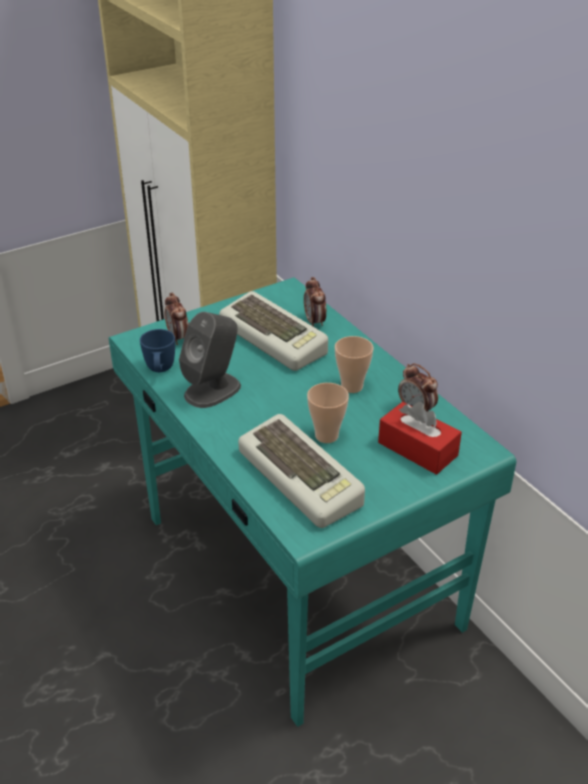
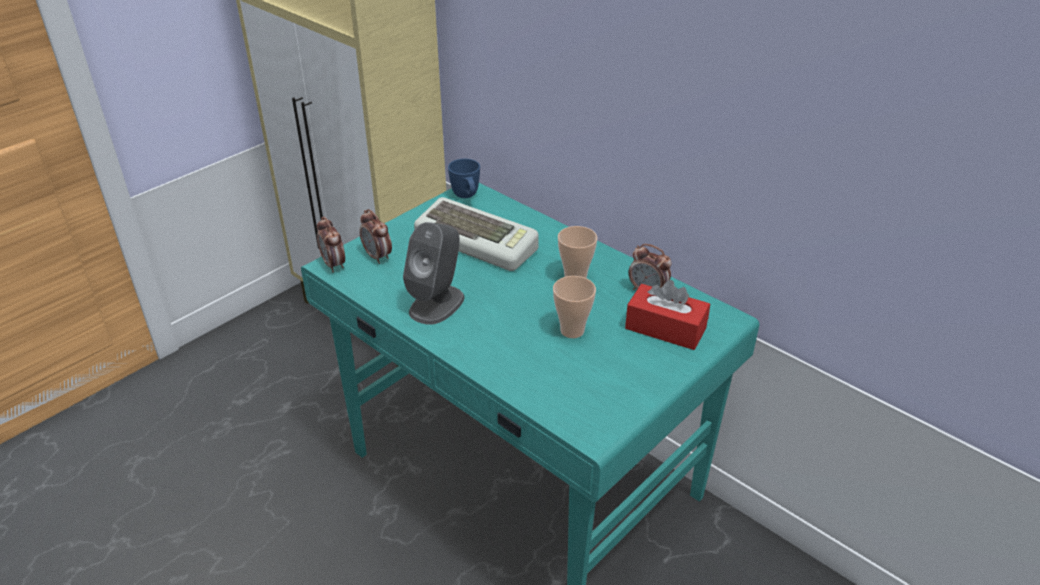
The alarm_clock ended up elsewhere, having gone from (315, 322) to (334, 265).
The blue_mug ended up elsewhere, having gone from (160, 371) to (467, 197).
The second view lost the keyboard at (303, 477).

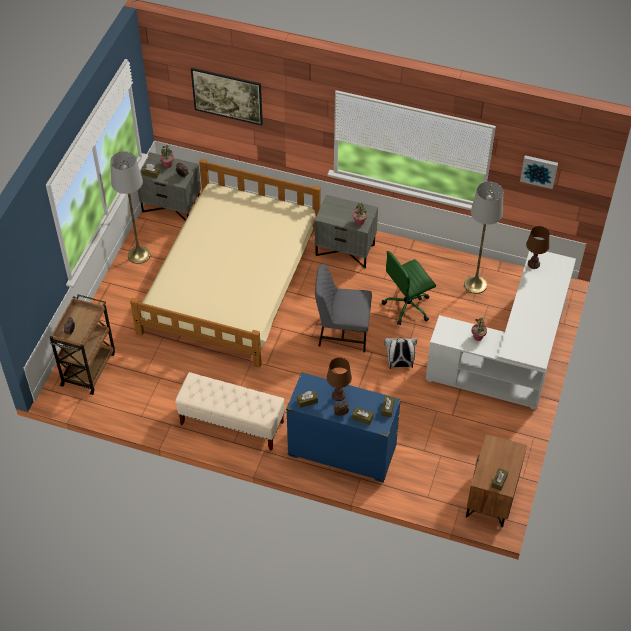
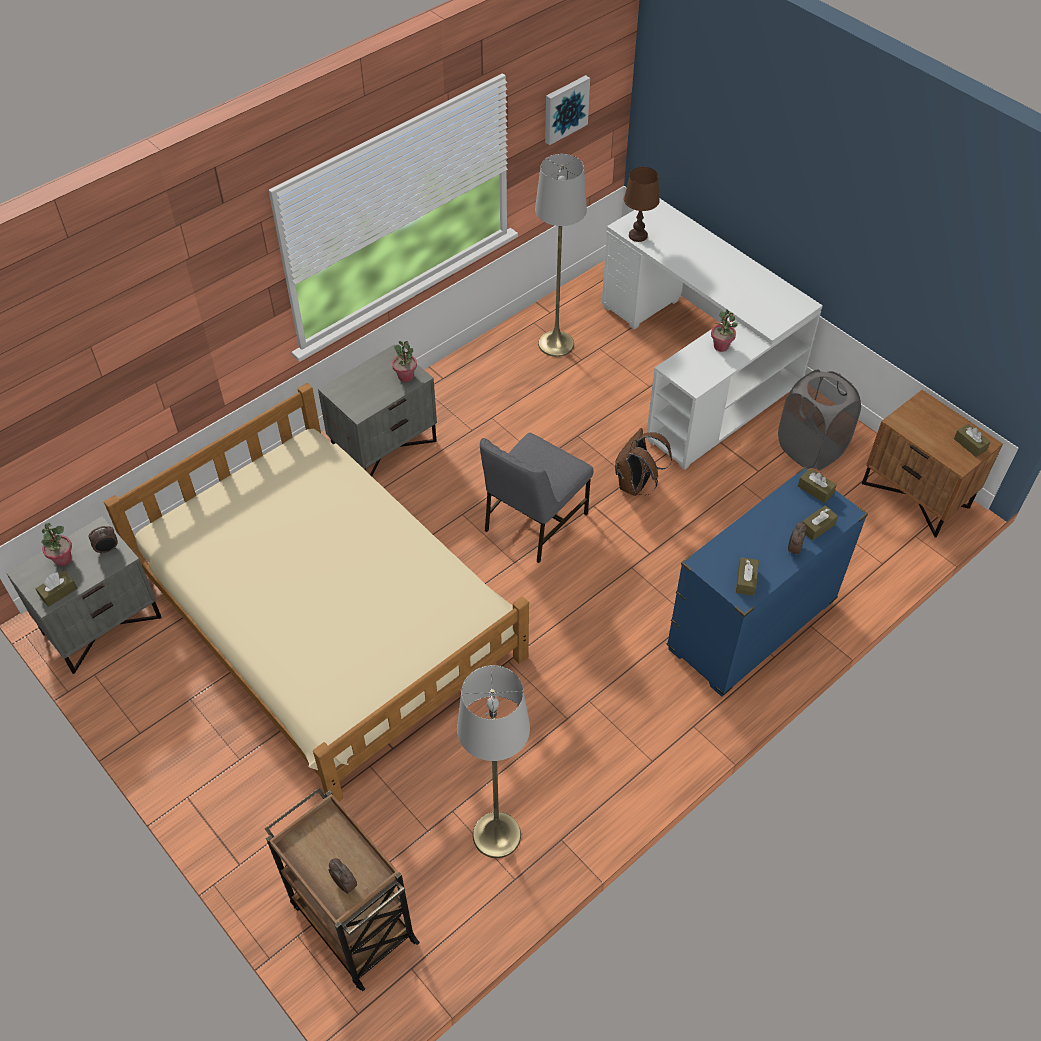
The grey_floor_lamp ended up elsewhere, having gone from (139, 255) to (496, 835).
What was the white_backpack at (399, 364) turned into the brown_backpack at (636, 485).
The second view gained the grey_laundry_basket at (810, 449).
The second view lost the beige_bench at (231, 423).
The second view lost the picture at (228, 106).
The second view lost the brown_table_lamp at (338, 395).
The second view lost the green_office_chair at (408, 306).

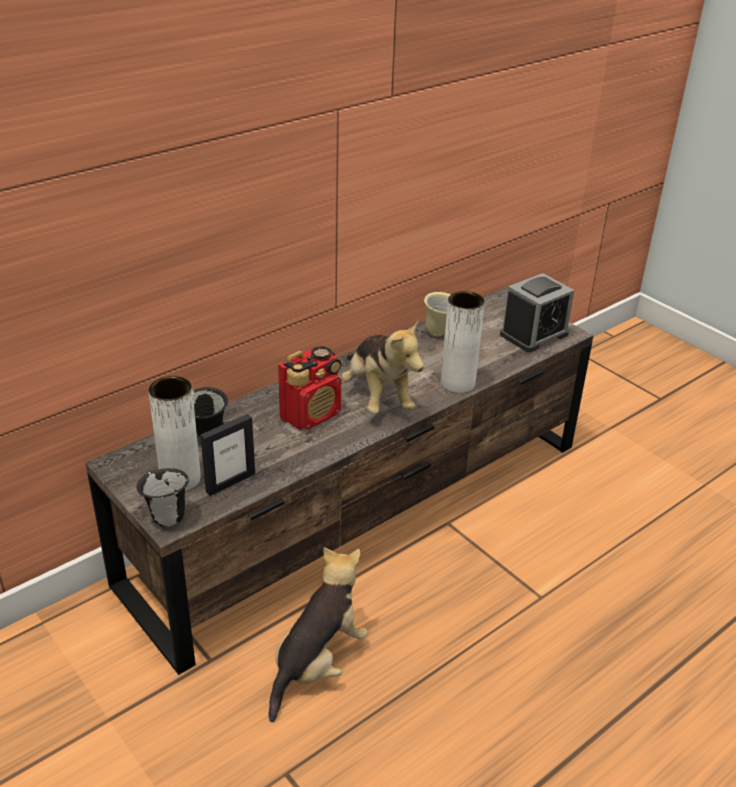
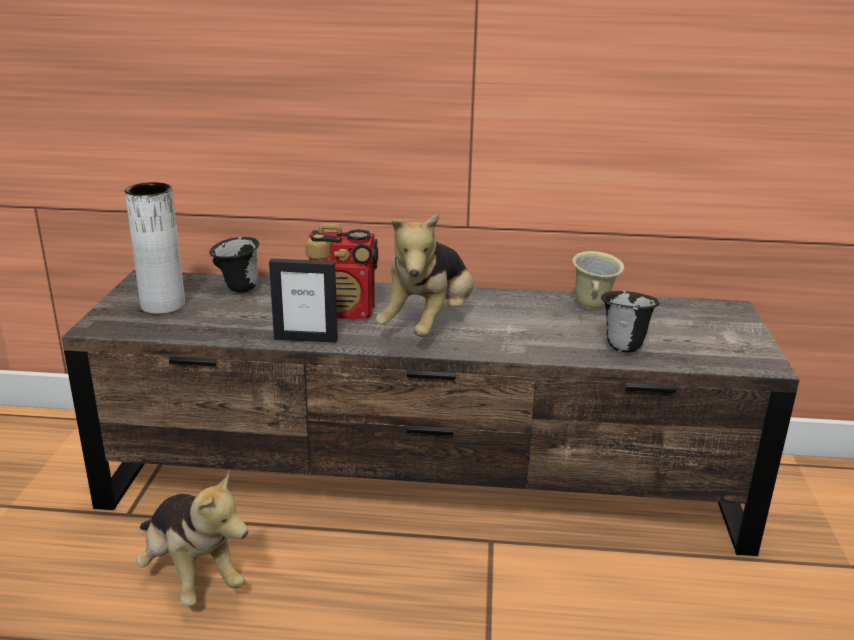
The plush_toy at (317, 663) ended up facing another way, 60 degrees clockwise from before.
The picture_frame ended up elsewhere, having gone from (230, 482) to (306, 338).
The black_mug ended up elsewhere, having gone from (167, 518) to (623, 346).
The second view lost the white_vase at (457, 384).
The second view lost the alarm_clock at (534, 334).

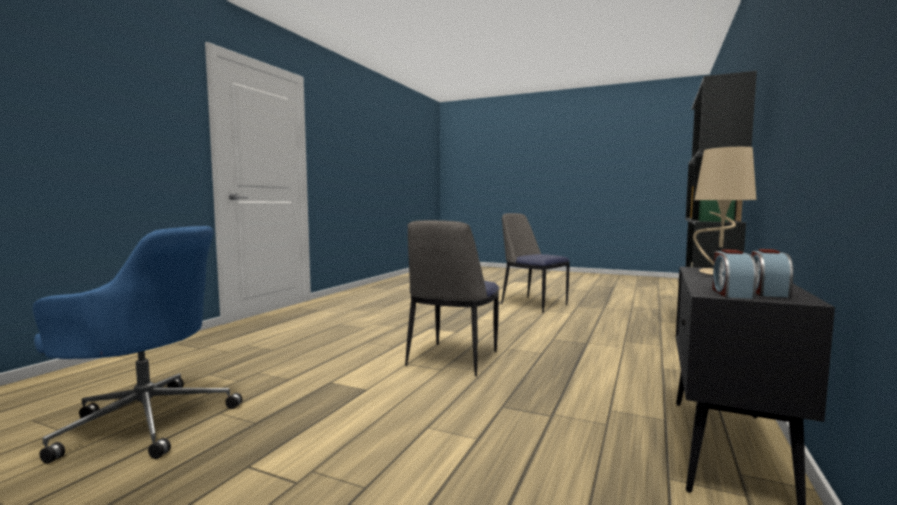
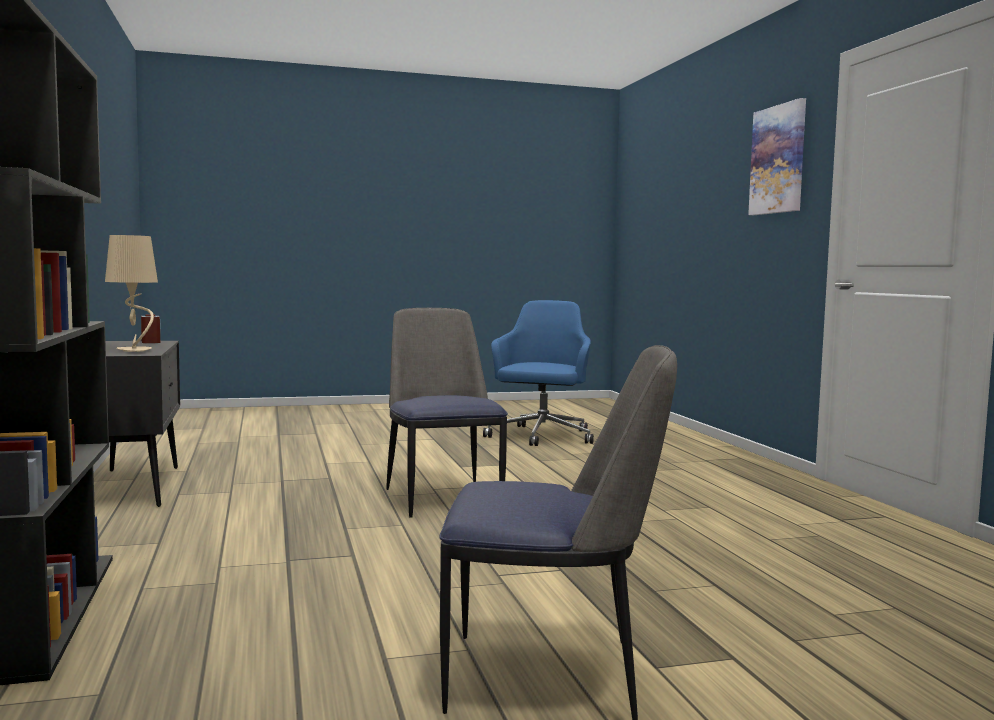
The blue_office_chair at (146, 421) ended up facing another way, 135 degrees clockwise from before.
The second view gained the picture at (778, 159).
The second view lost the alarm_clock at (767, 292).

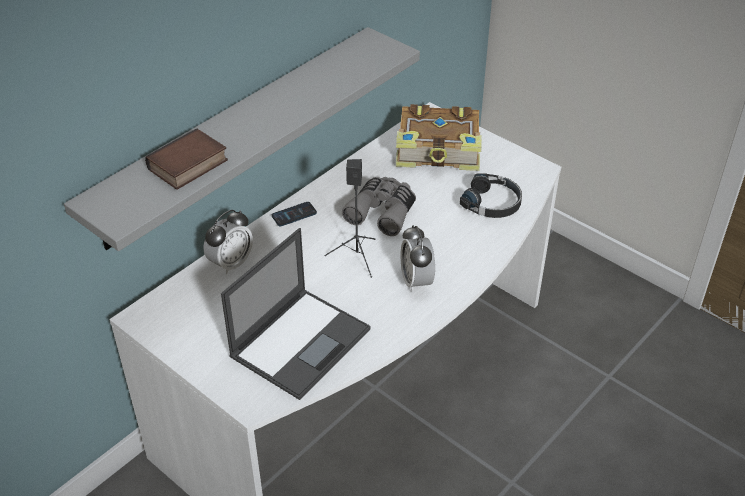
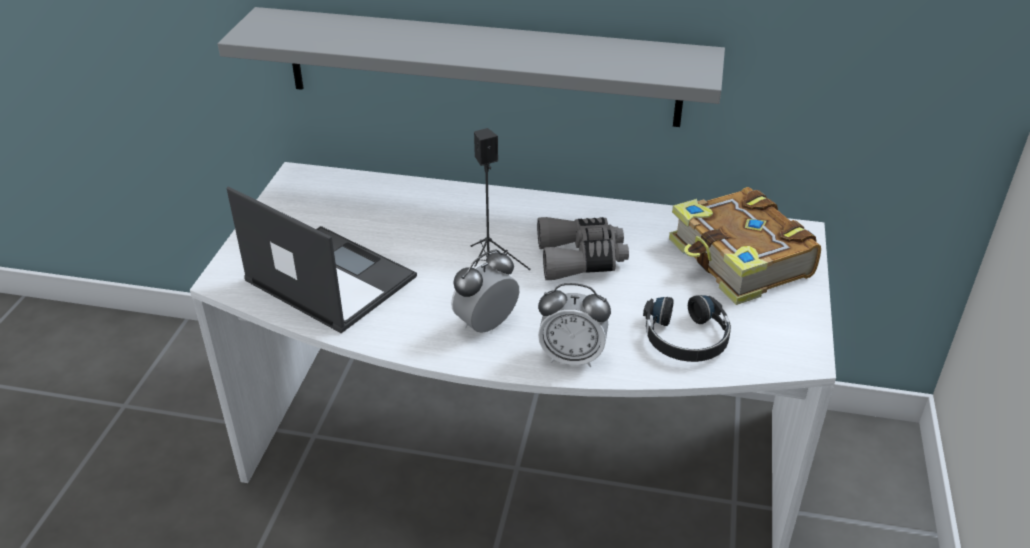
The laptop at (301, 342) ended up facing another way, 150 degrees counterclockwise from before.
The alarm_clock ended up elsewhere, having gone from (231, 263) to (572, 357).
The second view lost the book at (188, 166).
The second view lost the phone at (294, 214).

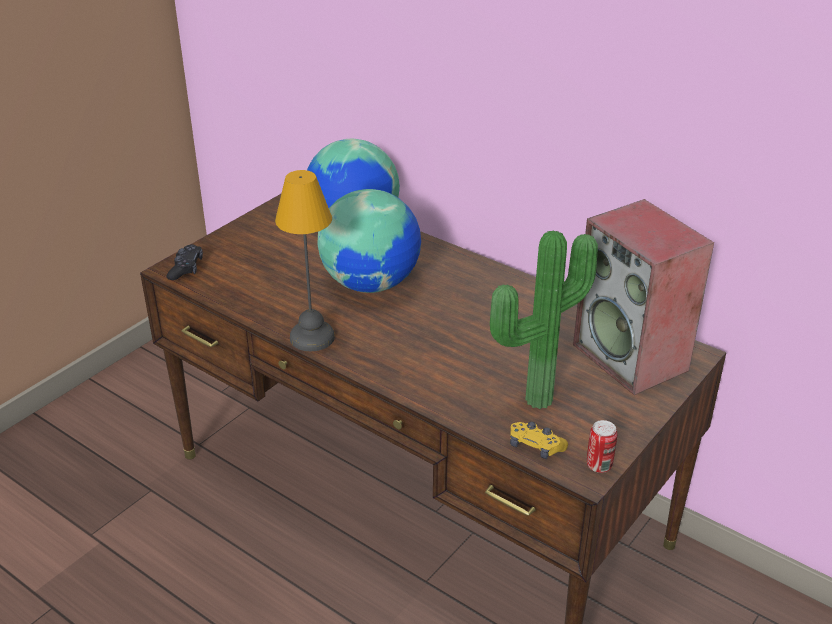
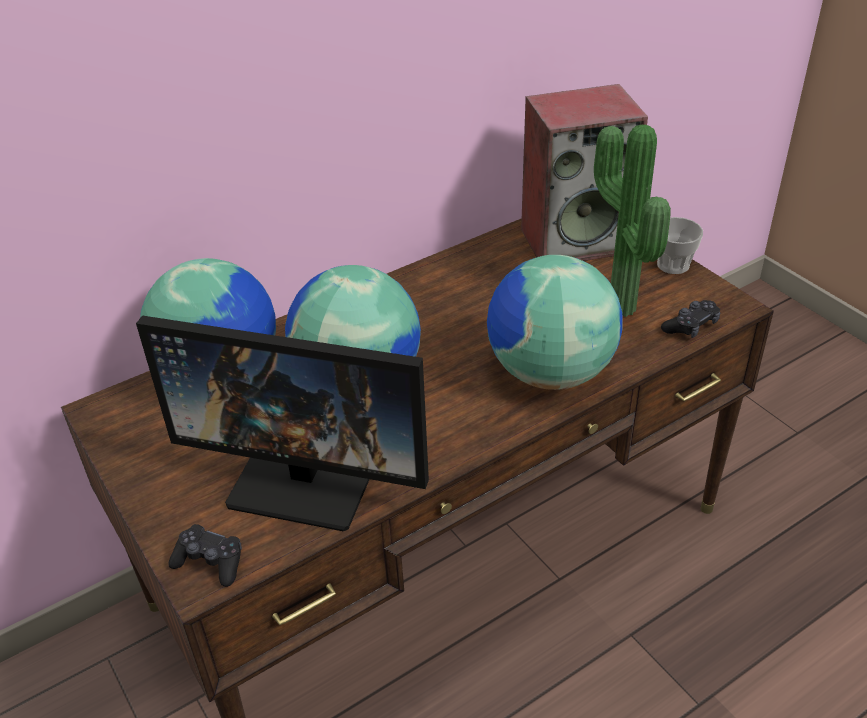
The second view gained the monitor at (306, 478).
The second view gained the globe at (549, 372).
The second view gained the cup at (673, 265).
What was the yellow_game_controller at (535, 446) turned into the black_game_controller at (691, 326).
The second view lost the table_lamp at (312, 336).
The second view lost the can at (599, 465).

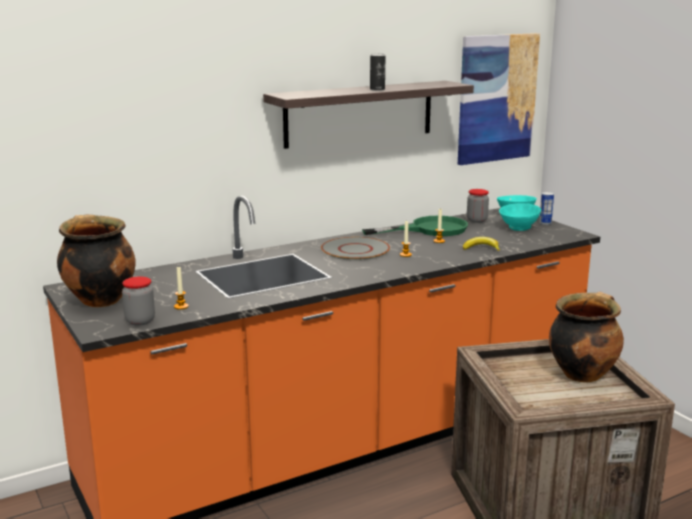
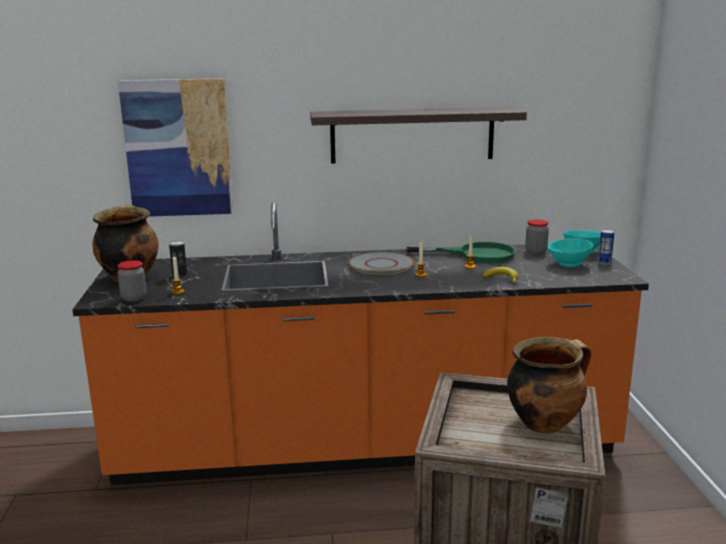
The picture ended up elsewhere, having gone from (497, 98) to (178, 148).
The can ended up elsewhere, having gone from (377, 89) to (179, 275).

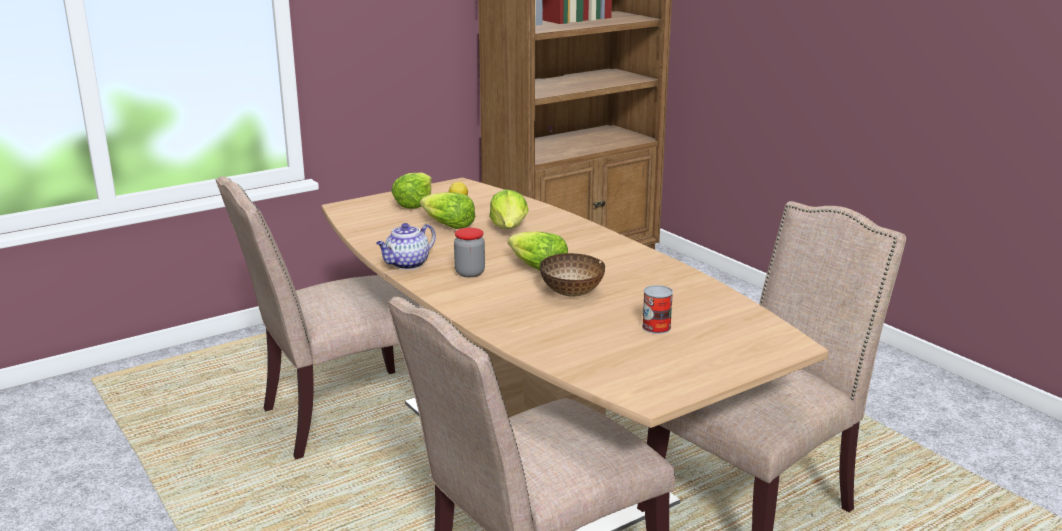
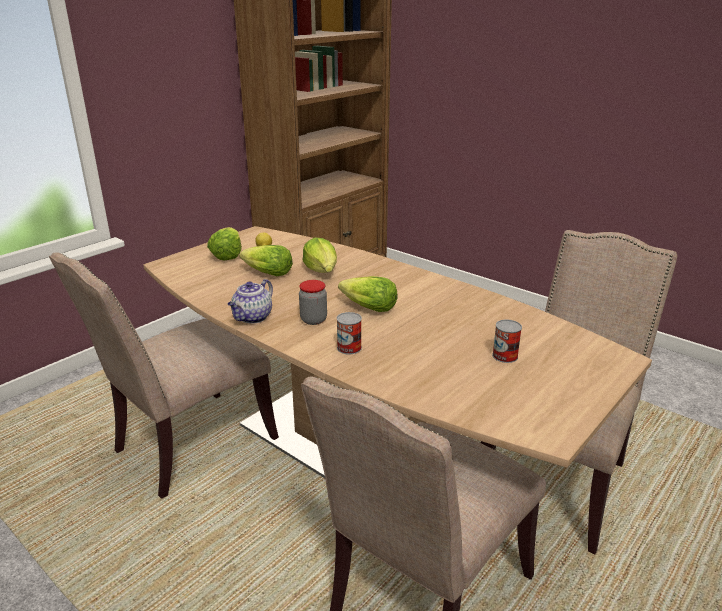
The second view gained the can at (349, 348).
The second view lost the bowl at (571, 294).

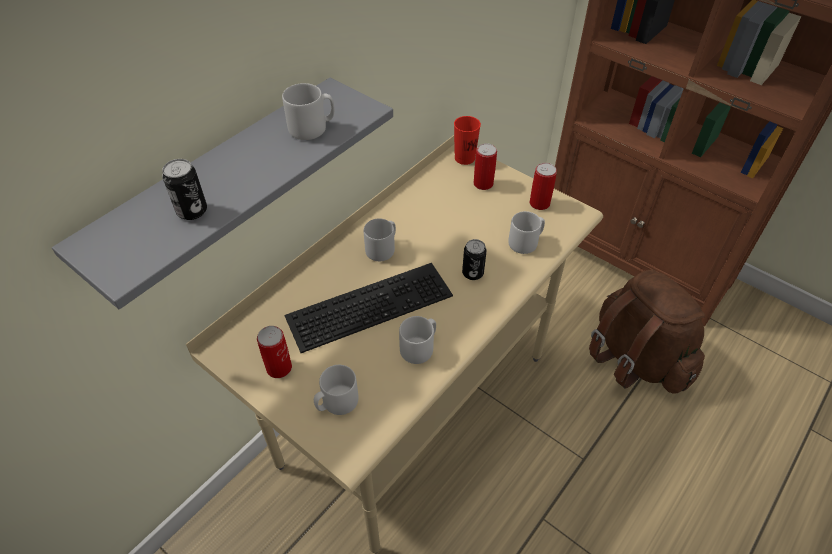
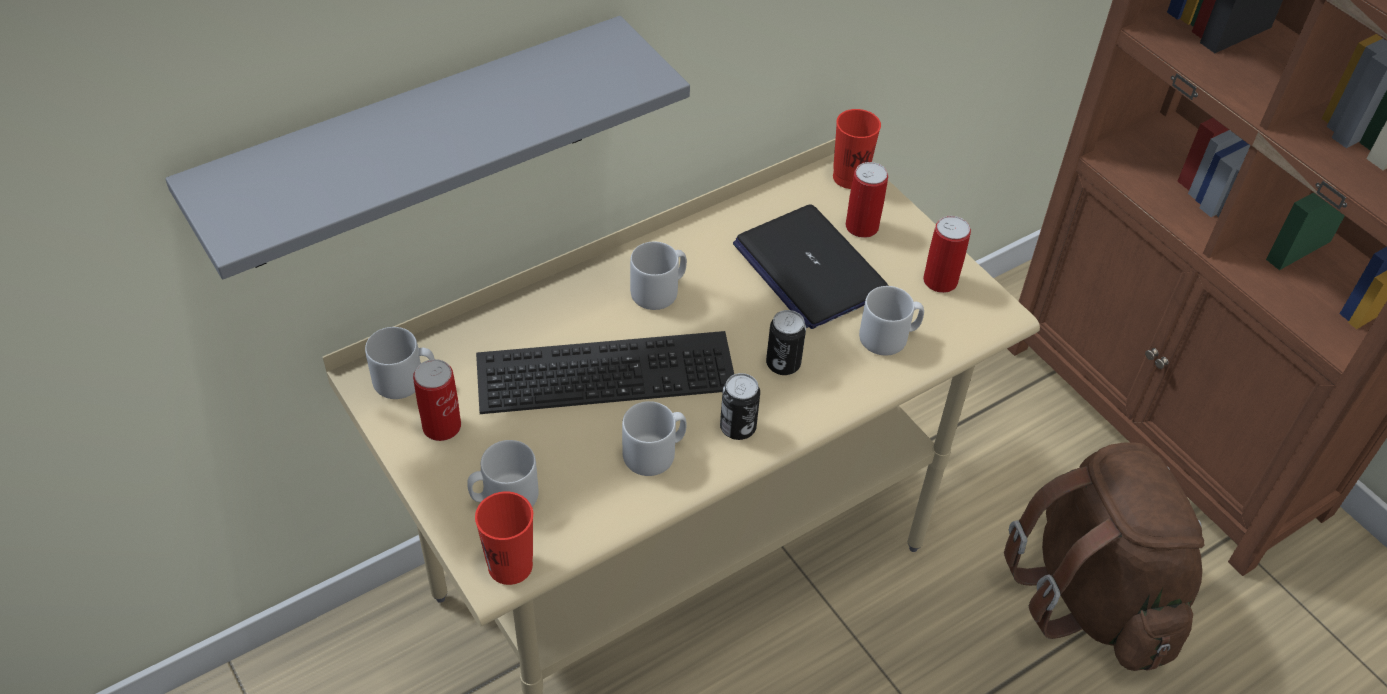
The grey_mug ended up elsewhere, having gone from (312, 128) to (405, 381).
The second view gained the red_cup at (510, 566).
The can ended up elsewhere, having gone from (192, 211) to (738, 427).
The second view gained the laptop at (809, 268).

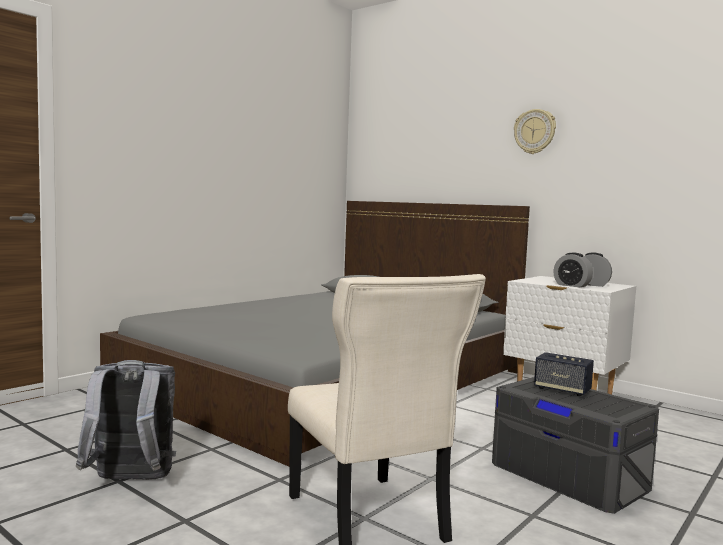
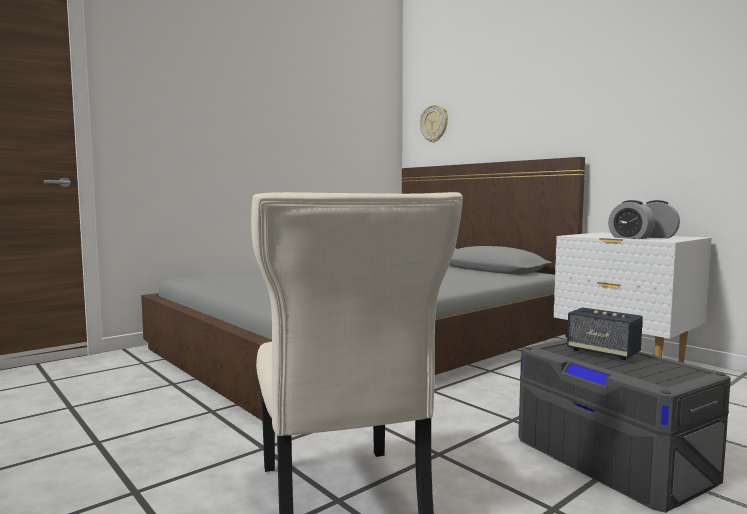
The wall_clock ended up elsewhere, having gone from (534, 131) to (434, 123).
The second view lost the grey_backpack at (130, 482).

